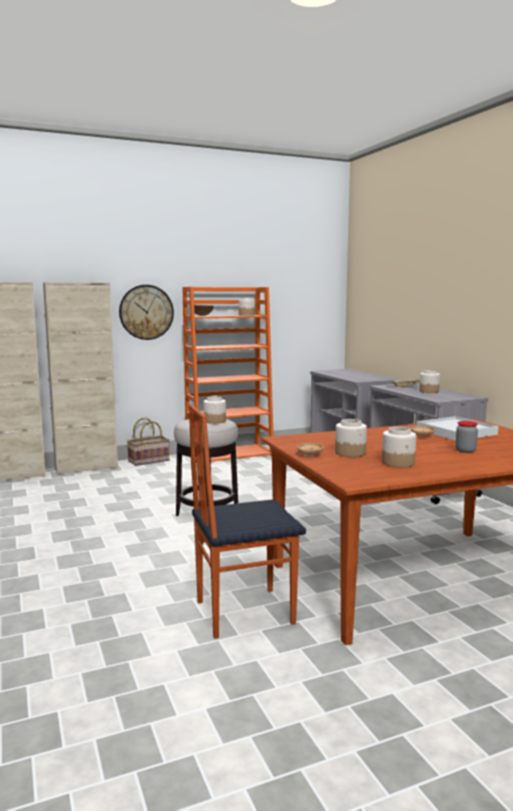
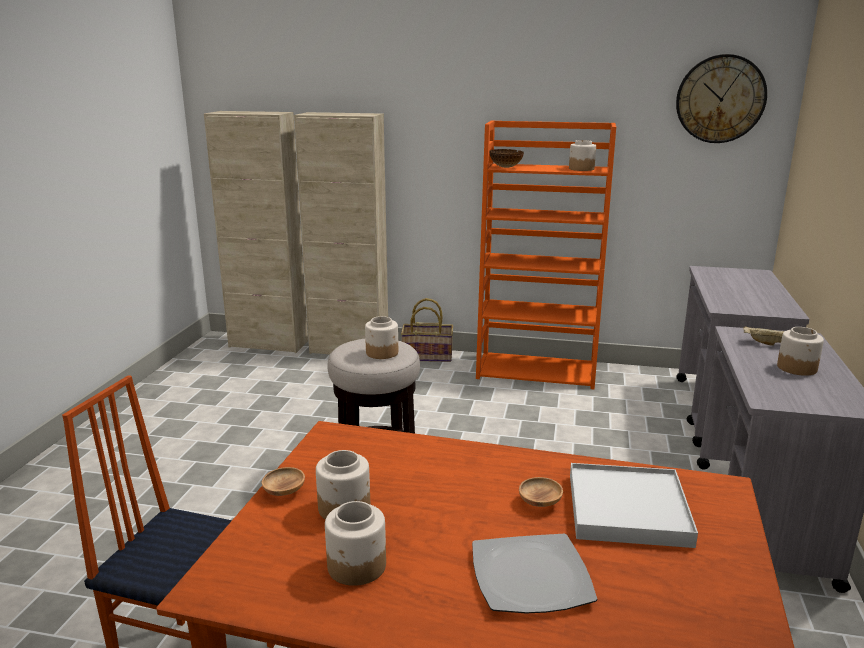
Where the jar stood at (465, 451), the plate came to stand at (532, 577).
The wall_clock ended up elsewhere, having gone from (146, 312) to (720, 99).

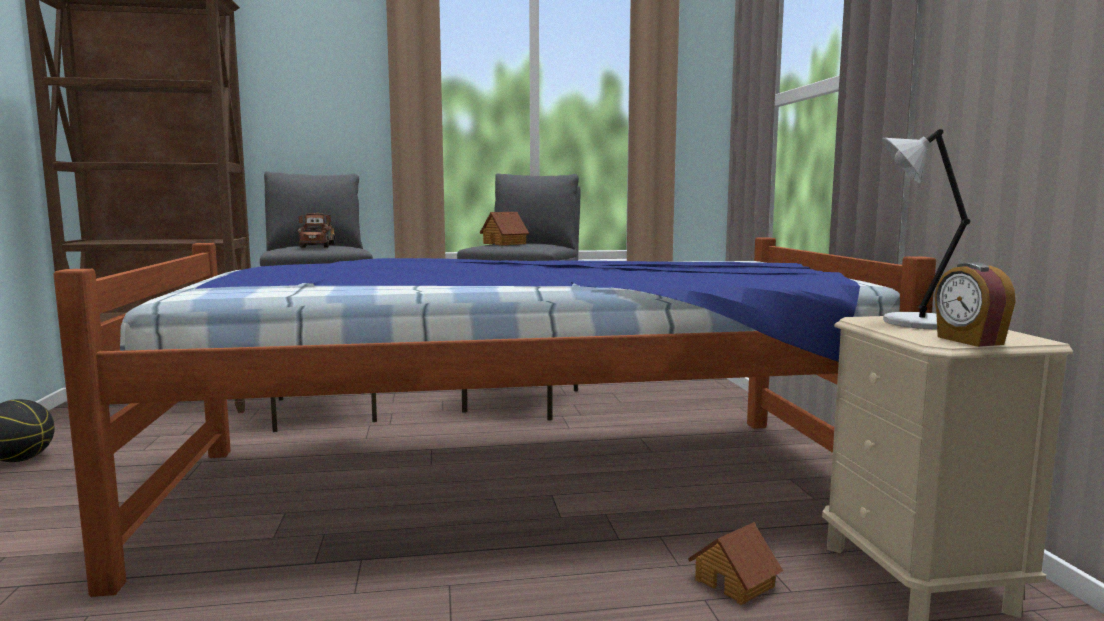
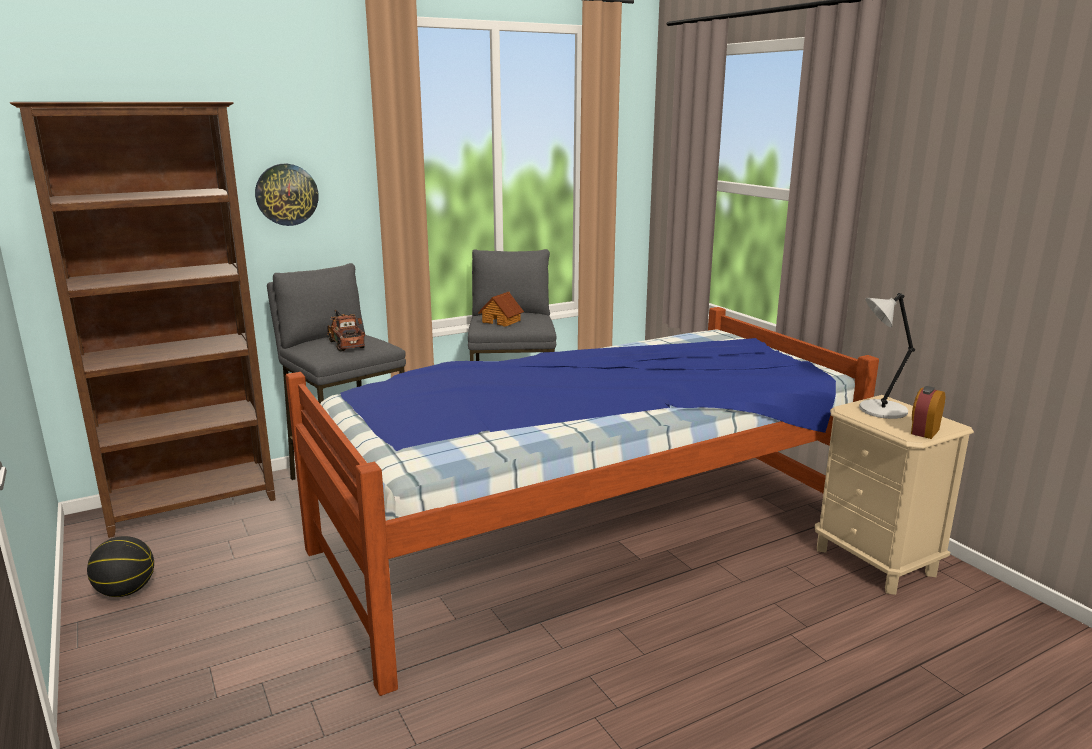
The second view gained the wall_clock at (286, 194).
The alarm_clock at (968, 341) ended up facing another way, 75 degrees clockwise from before.
The second view lost the toy_house at (735, 582).

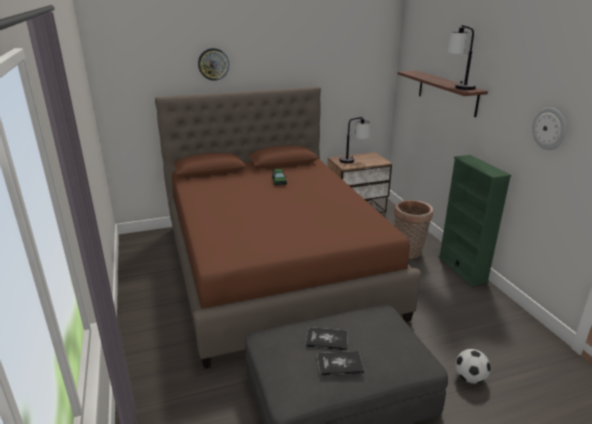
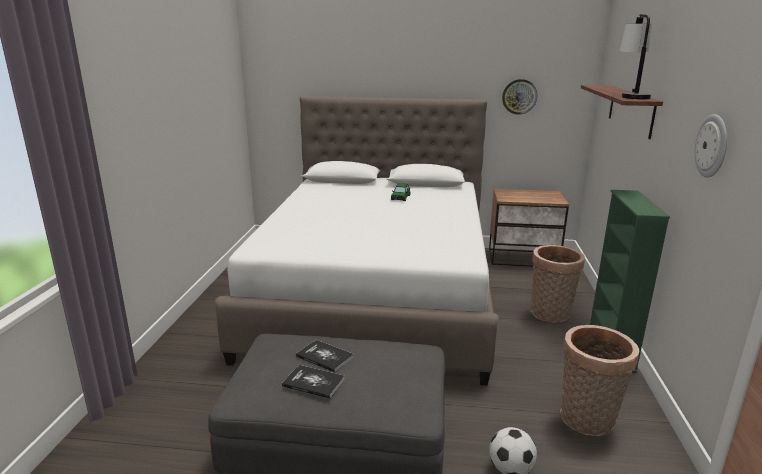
What was the brown_bed at (274, 267) turned into the white_bed at (376, 294).
The wall_clock ended up elsewhere, having gone from (213, 64) to (519, 96).
The second view gained the basket at (587, 421).
The second view lost the table_lamp at (353, 160).

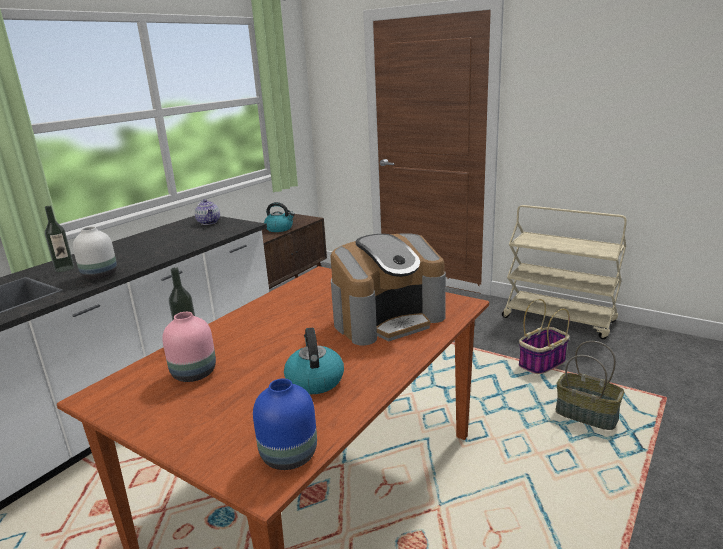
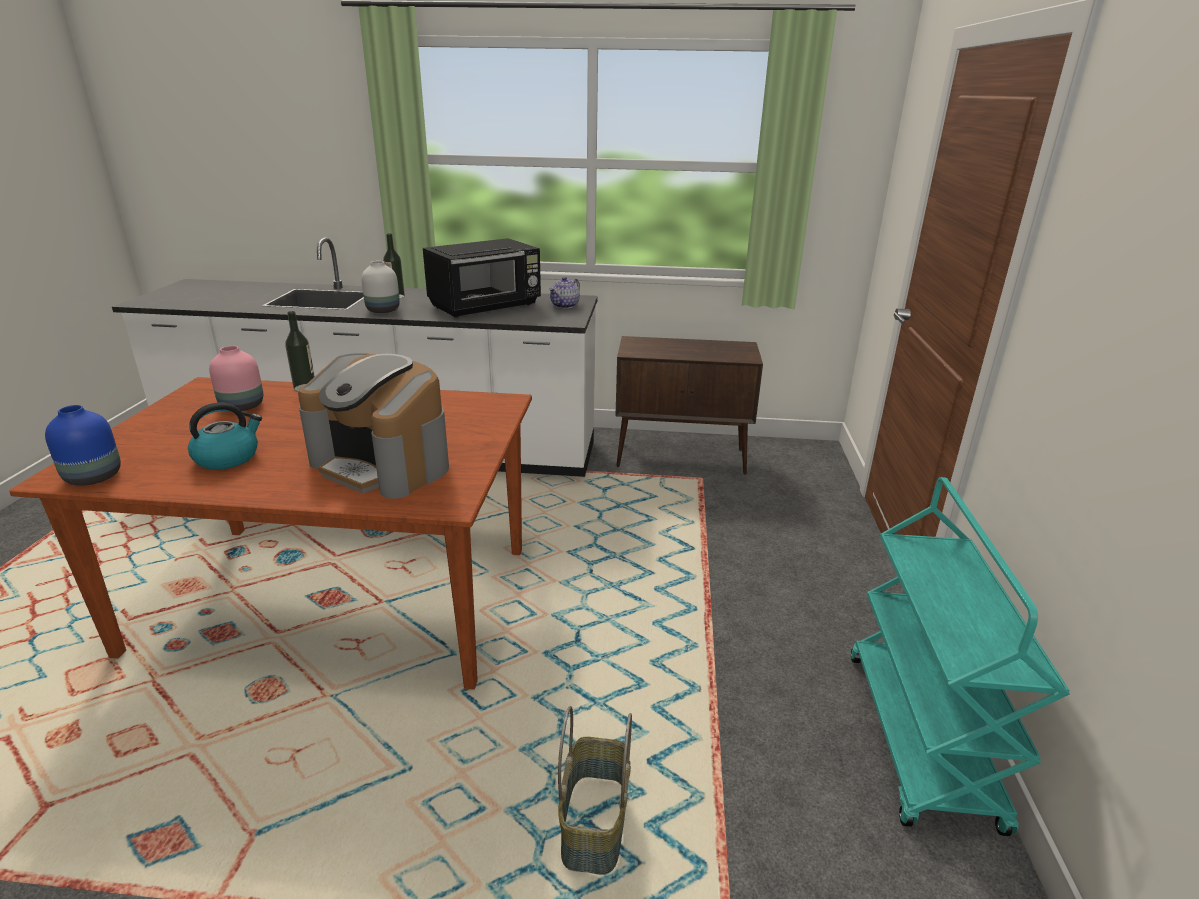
The second view gained the black_microwave at (486, 306).
What was the beige_cart at (559, 319) turned into the turquoise_cart at (921, 738).
The second view lost the kettle at (280, 228).
The second view lost the basket at (542, 363).

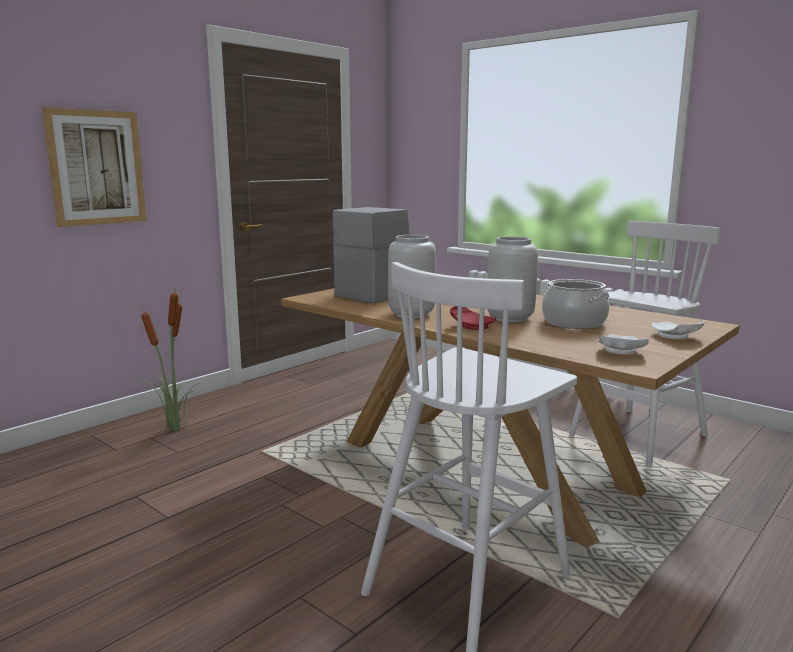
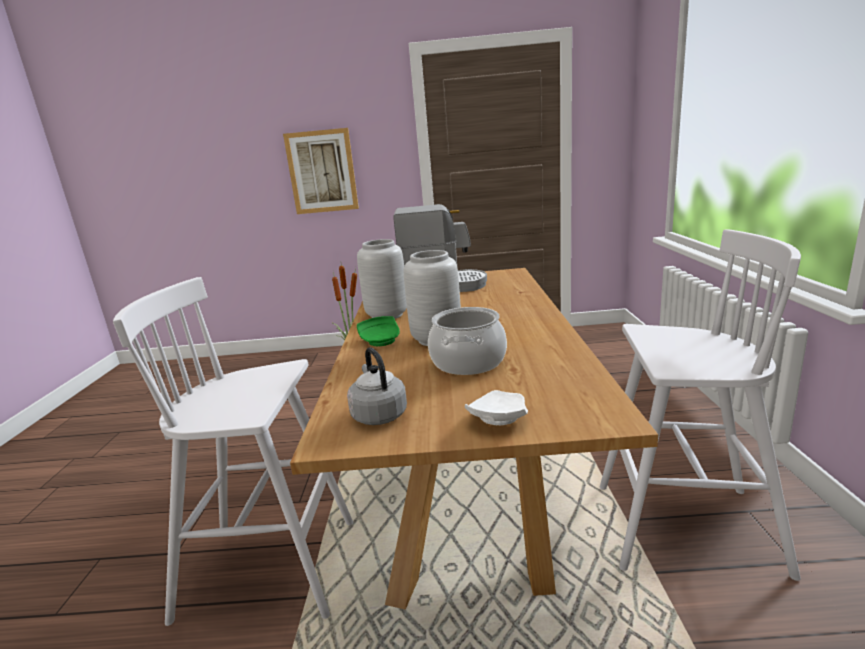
Where the white_plate stood at (620, 352), the grey_kettle came to stand at (378, 414).
What was the red_plate at (471, 326) turned into the green_plate at (381, 340).

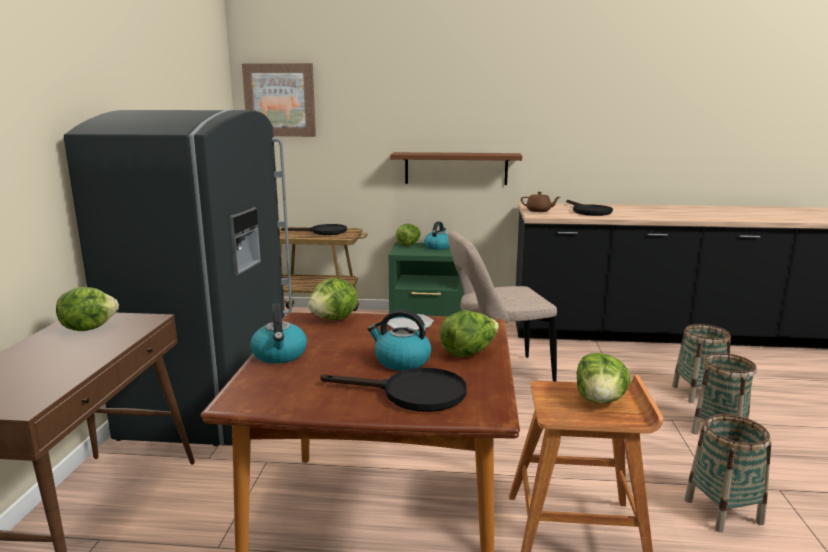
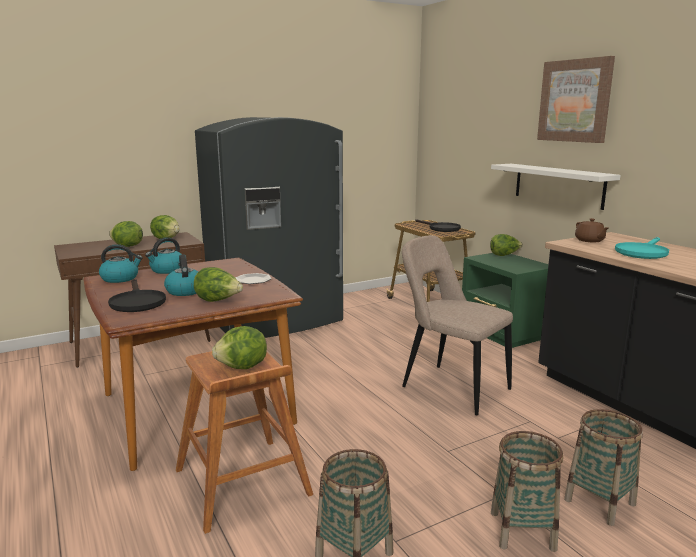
The kettle ended up elsewhere, having gone from (437, 247) to (120, 278).
The lettuce ended up elsewhere, having gone from (334, 319) to (127, 246).
What was the brown_shelf at (456, 168) turned into the white_shelf at (558, 185).
The picture ended up elsewhere, having gone from (280, 100) to (575, 101).
What was the black_frying_pan at (588, 211) turned into the turquoise_frying_pan at (642, 252).

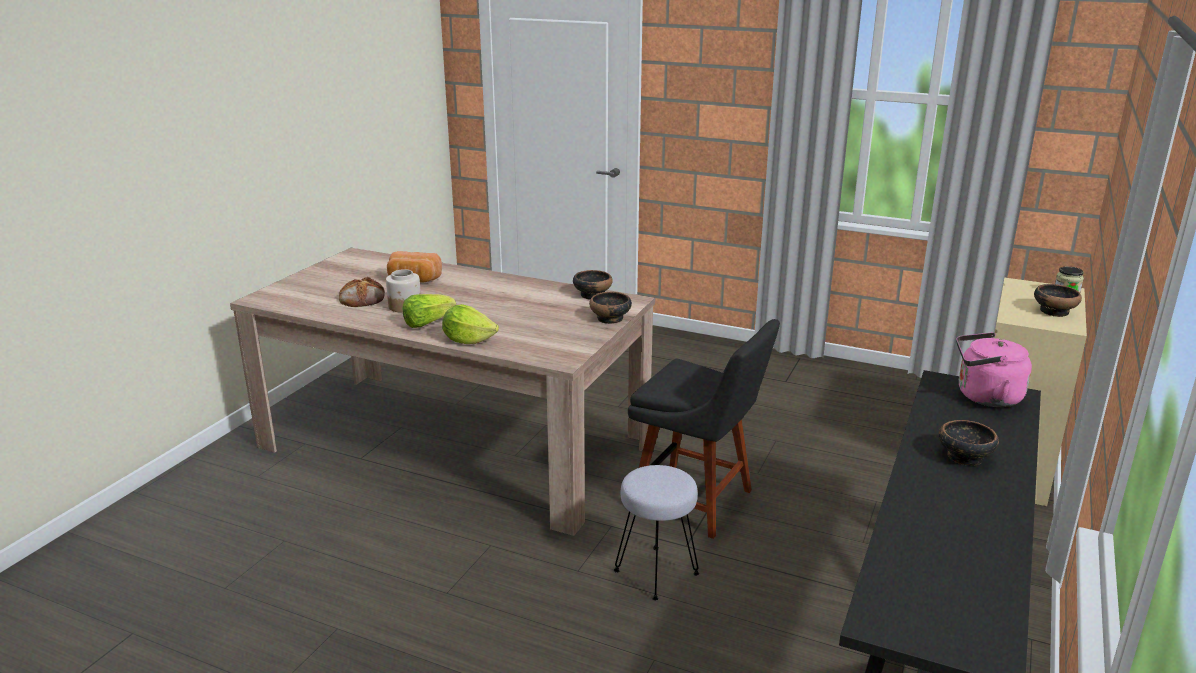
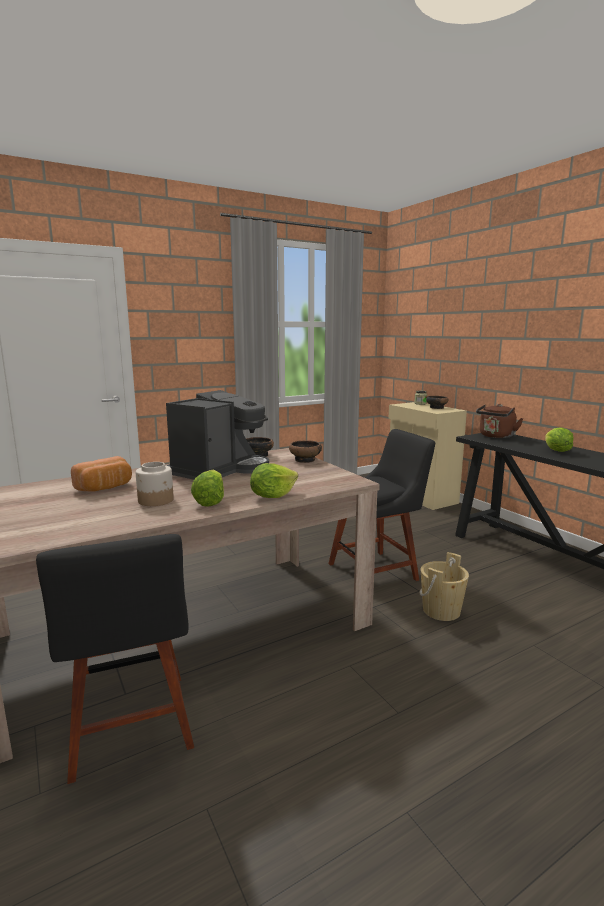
The second view gained the black_chair at (131, 729).
The second view gained the coffee_machine at (220, 470).
Where the grey_stool stood at (656, 573), the beige_bucket came to stand at (441, 610).
What was the pink_kettle at (984, 397) turned into the brown_kettle at (496, 436).
Where the bowl stood at (964, 457), the lettuce came to stand at (556, 451).
The second view lost the bread at (362, 298).

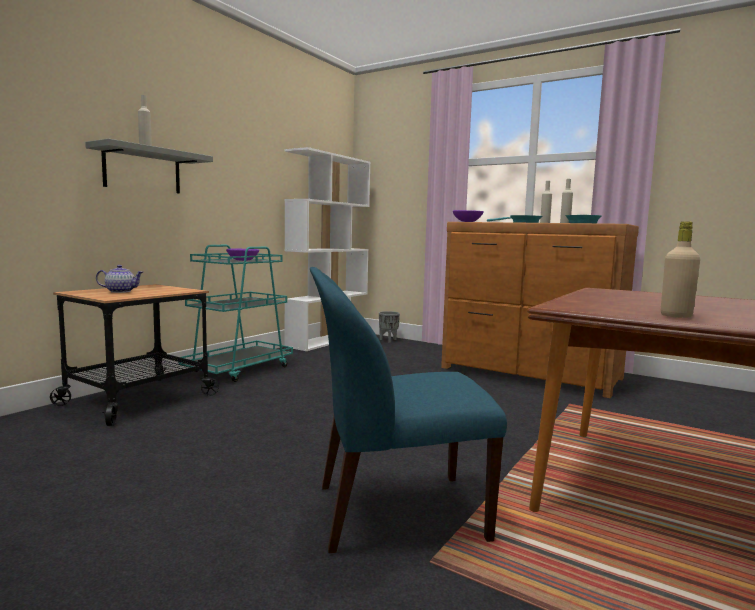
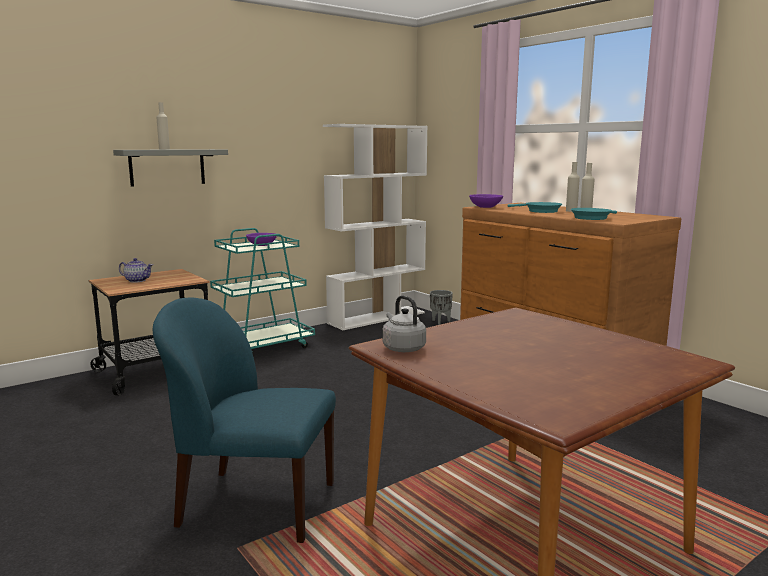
The second view gained the grey_kettle at (402, 348).
The second view lost the beige_bottle at (676, 316).

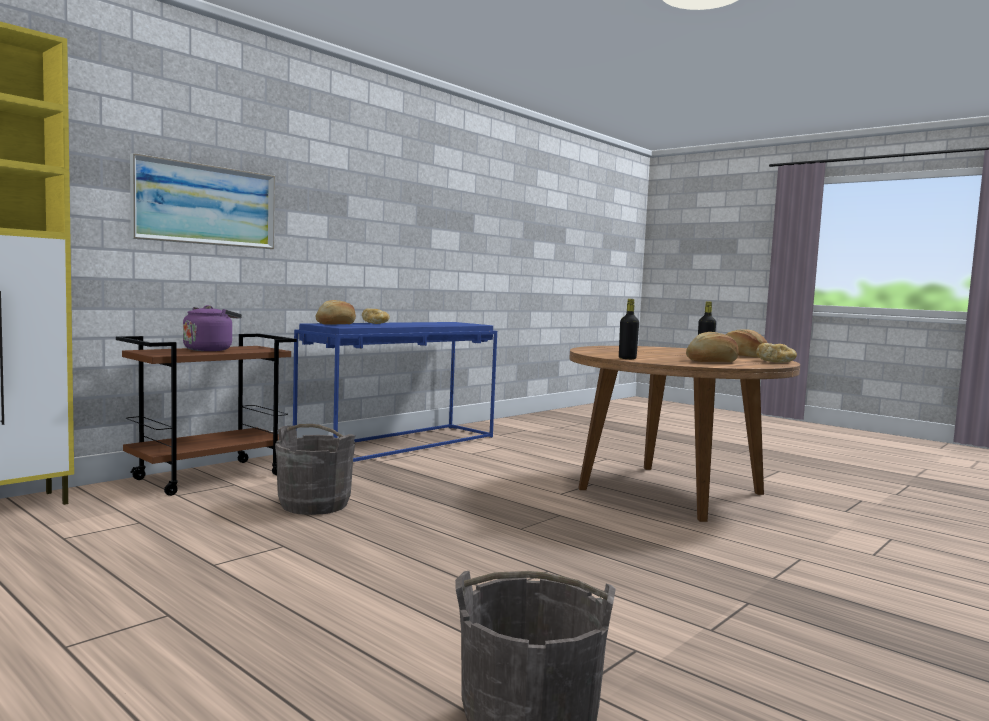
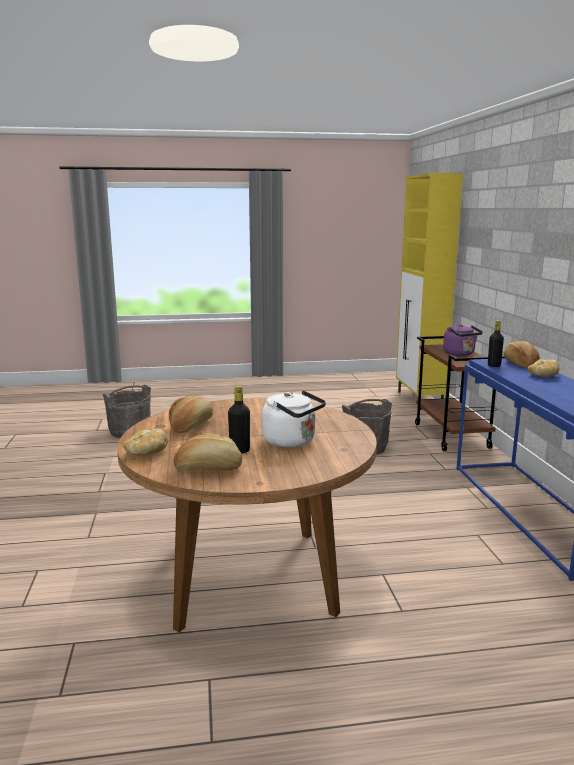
The second view gained the white_kettle at (292, 442).
The black_bottle ended up elsewhere, having gone from (627, 358) to (494, 366).
The second view lost the picture at (206, 205).

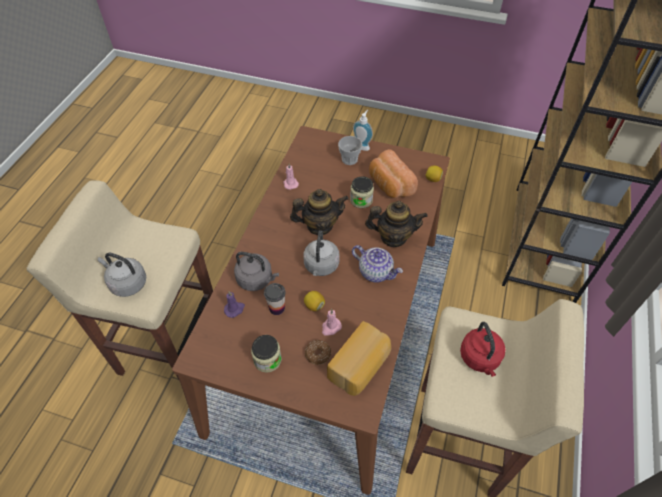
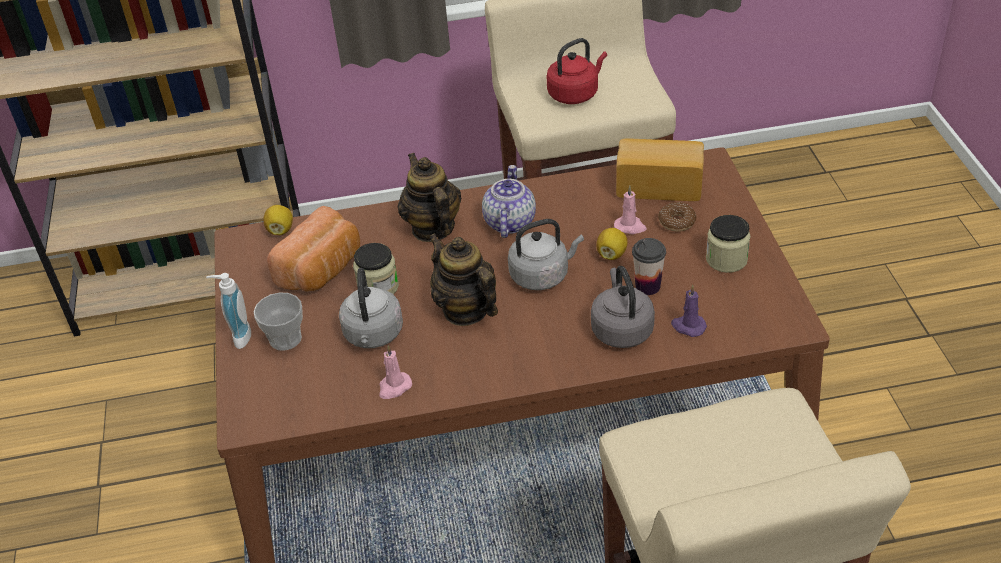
The grey_kettle ended up elsewhere, having gone from (127, 283) to (373, 335).

